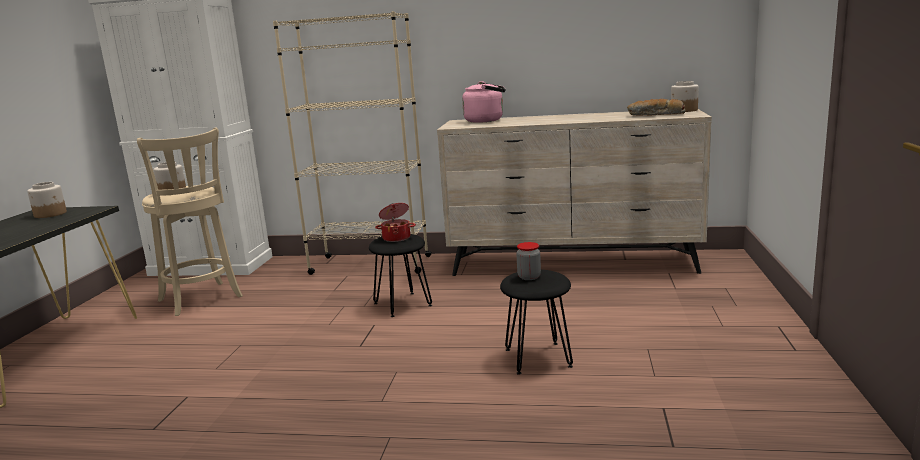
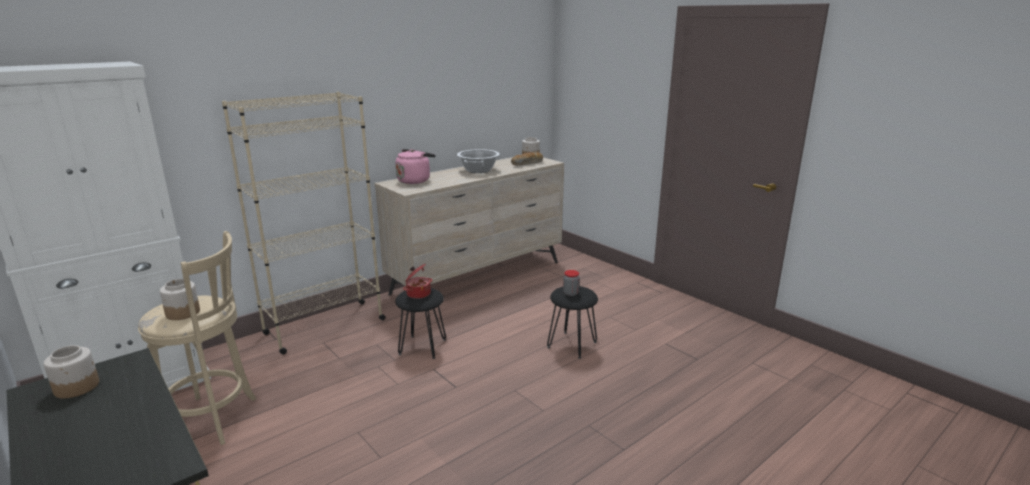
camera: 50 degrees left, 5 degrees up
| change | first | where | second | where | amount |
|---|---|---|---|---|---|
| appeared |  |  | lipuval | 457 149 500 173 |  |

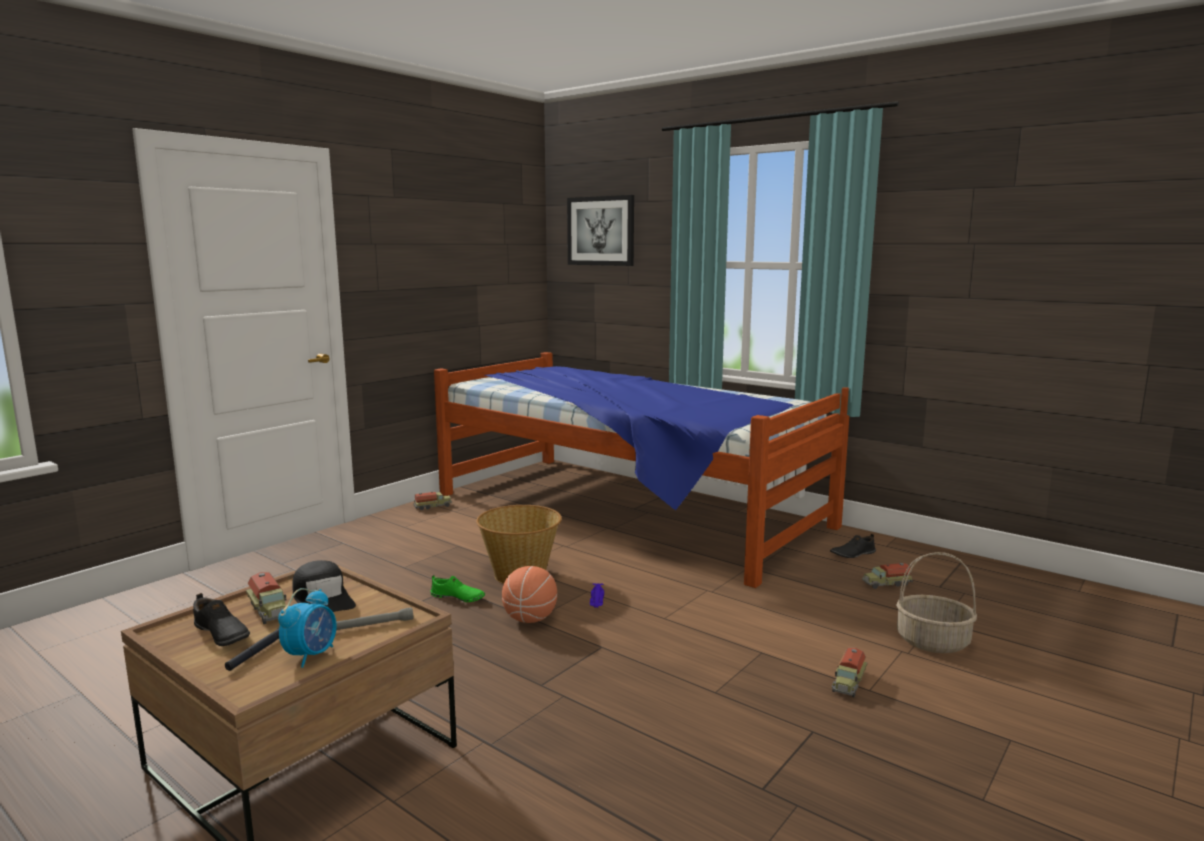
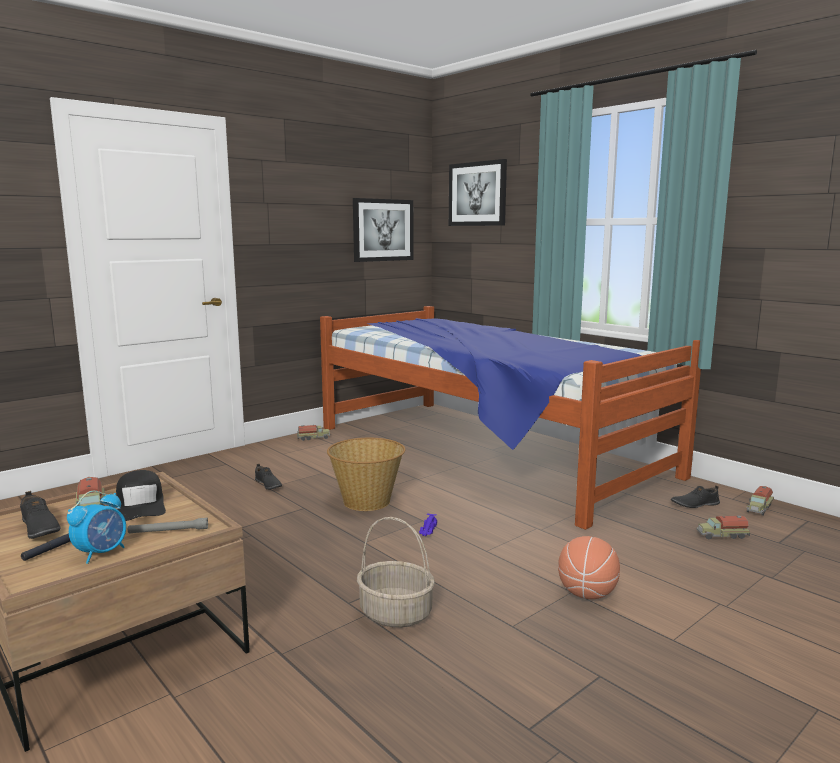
camera: 10 degrees right, 0 degrees up
| change | first | where | second | where | amount |
|---|---|---|---|---|---|
| missing | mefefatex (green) | 431 575 485 602 |  |  |  |
| relocated | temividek | 502 566 557 623 |  | 558 536 620 599 |  |
| relocated | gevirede | 832 648 867 697 |  | 746 486 774 516 |  |
| relocated | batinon | 896 552 977 653 |  | 357 517 435 628 |  |
| appeared |  |  | mefefatex (black) | 255 464 282 490 |  |
| appeared |  |  | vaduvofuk | 353 198 414 262 |  |

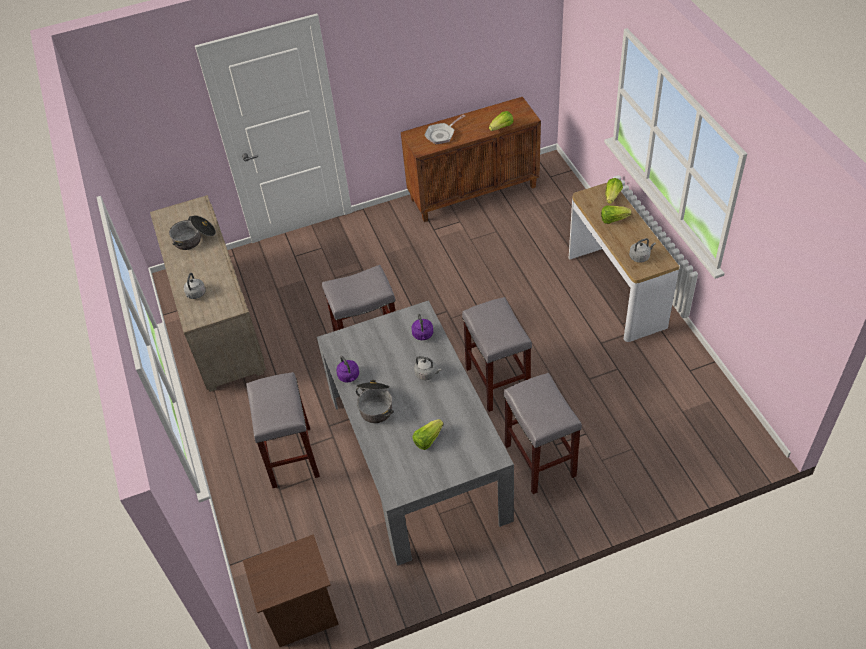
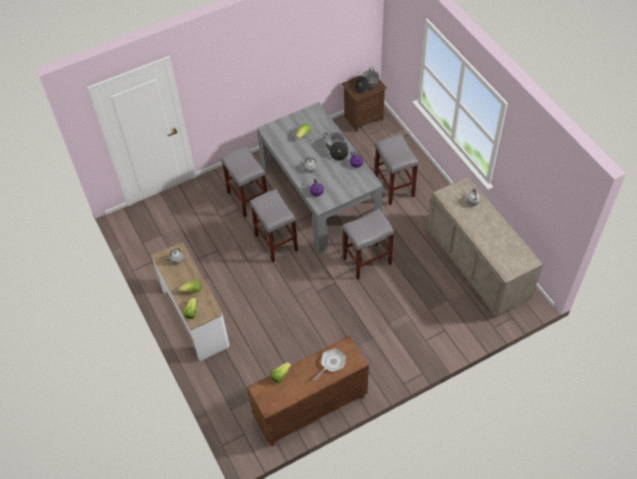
camera: 170 degrees right, 5 degrees up
| change | first | where | second | where | amount |
|---|---|---|---|---|---|
| relocated | lipuval | 169 216 216 250 |  | 355 67 380 94 |  |

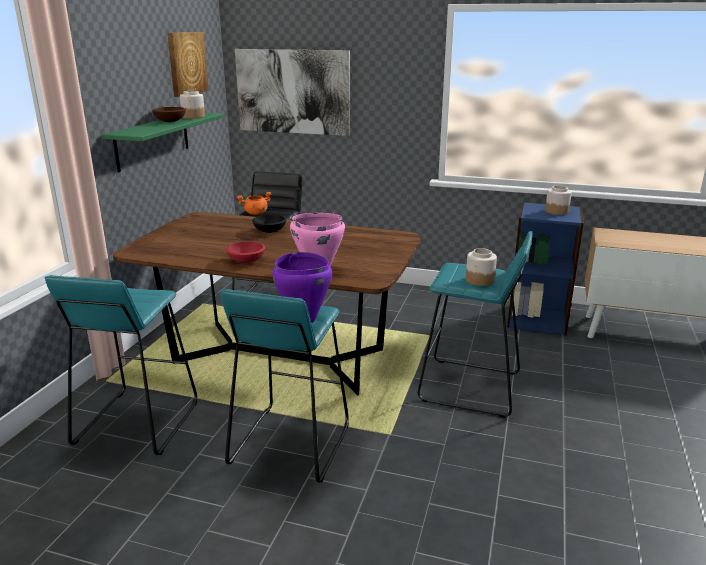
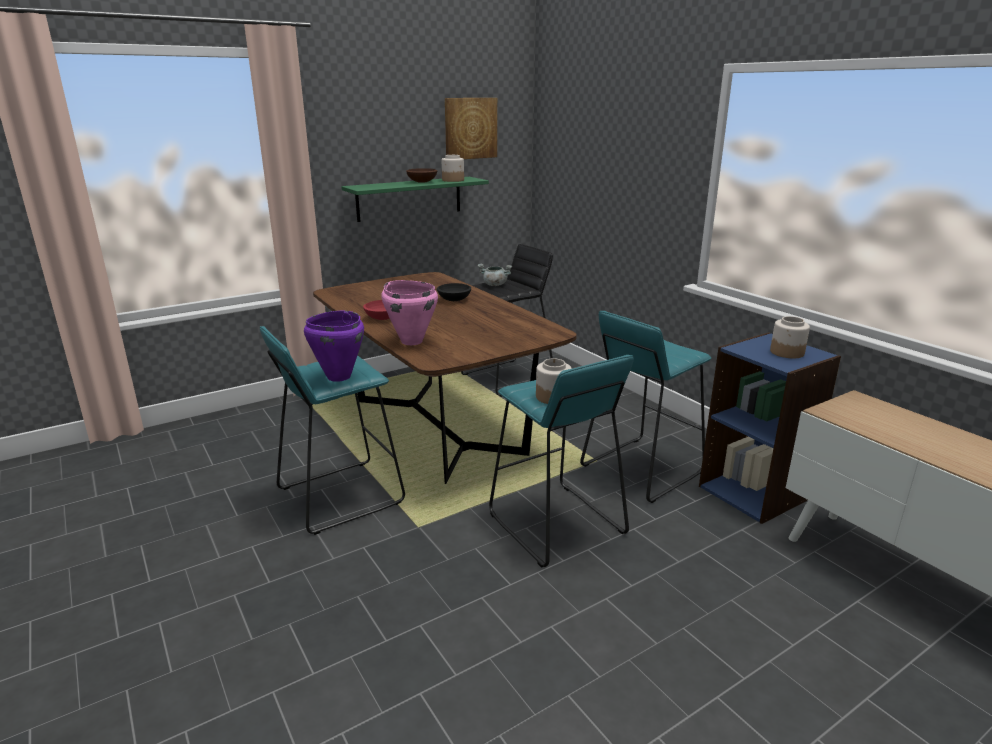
camera: 40 degrees right, 0 degrees up
| change | first | where | second | where | amount |
|---|---|---|---|---|---|
| relocated | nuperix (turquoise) | 45 275 197 455 |  | 580 311 711 503 |  |
| missing | vaduvofuk | 235 49 350 136 |  |  |  |
| colour | lipuval (orange) | 236 192 272 215 | lipuval (grey) | 477 264 512 286 |  |

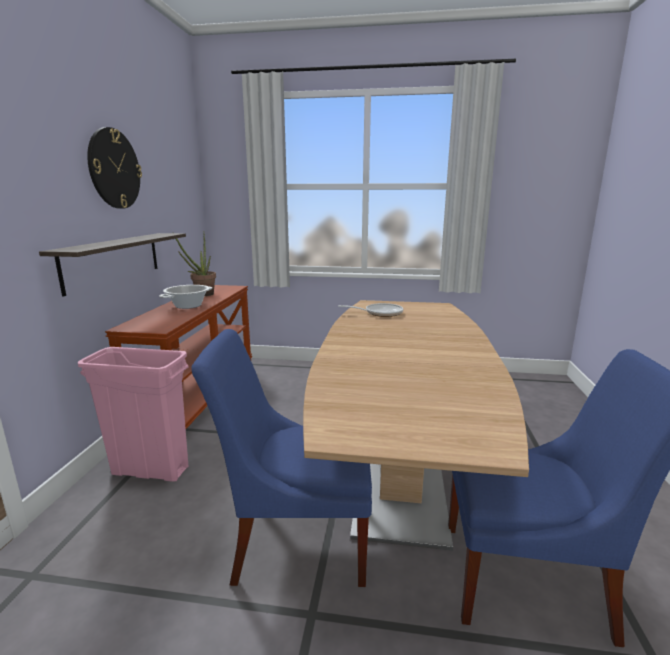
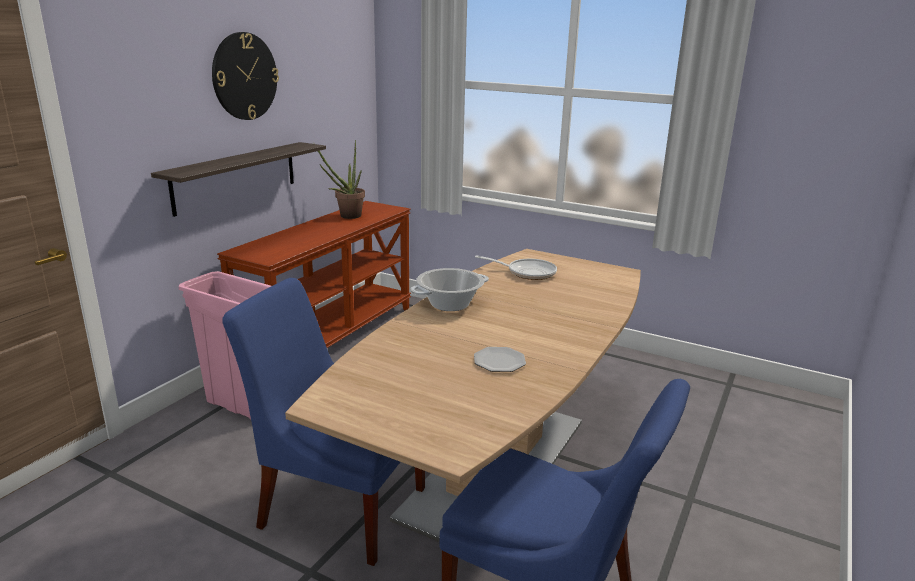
camera: 20 degrees right, 5 degrees up
| change | first | where | second | where | amount |
|---|---|---|---|---|---|
| relocated | lipuval | 159 285 212 309 |  | 410 268 489 311 |  |
| appeared |  |  | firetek | 474 347 526 372 |  |

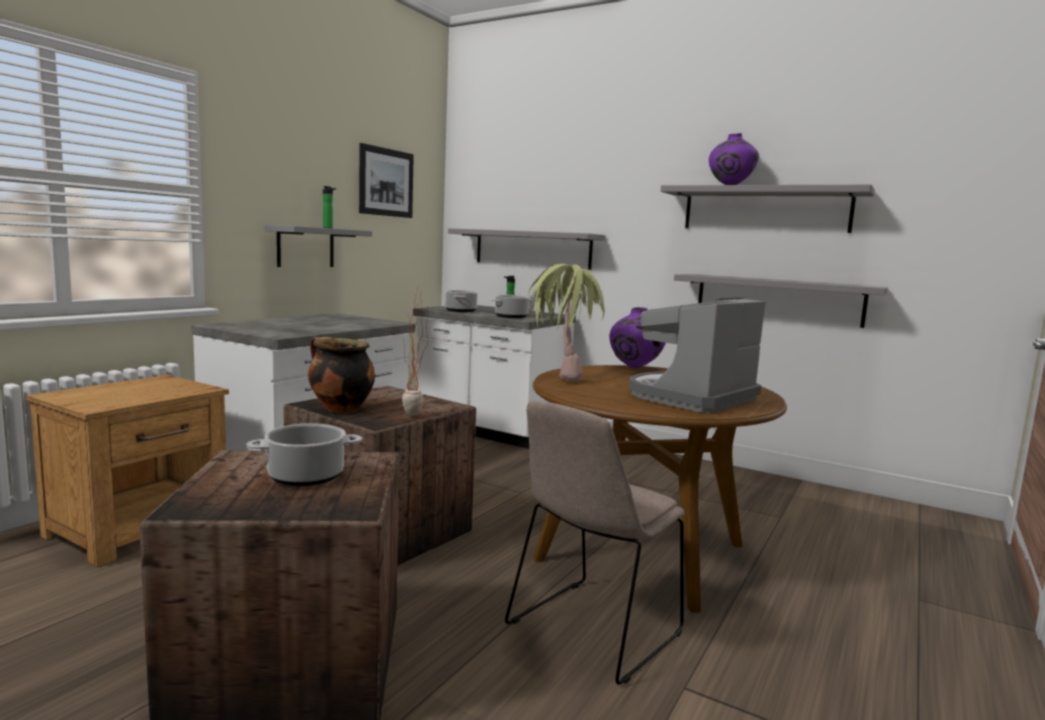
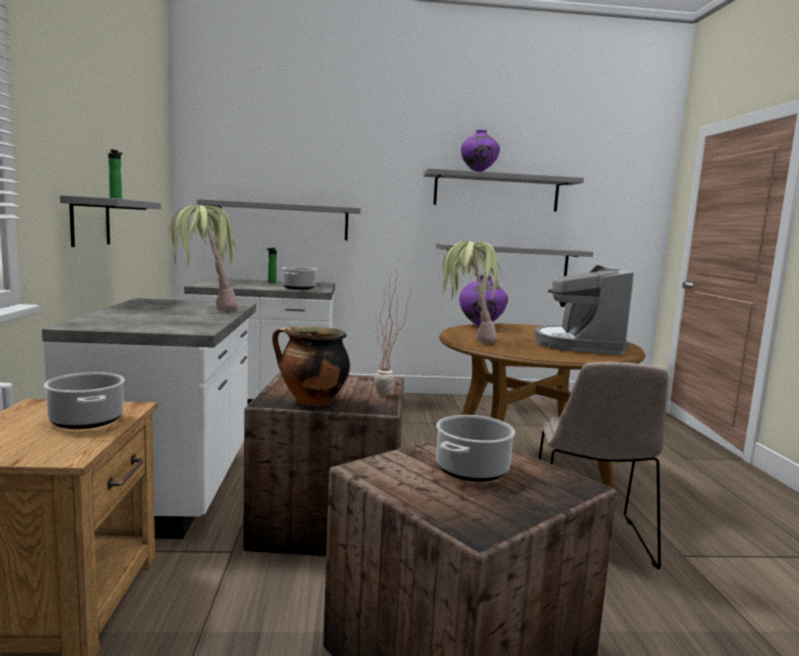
camera: 35 degrees left, 0 degrees up
| change | first | where | second | where | amount |
|---|---|---|---|---|---|
| missing | vaduvofuk | 359 143 414 218 |  |  |  |
| relocated | lipuval | 445 290 478 312 |  | 44 372 125 429 |  |
| appeared |  |  | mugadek | 168 205 238 311 |  |

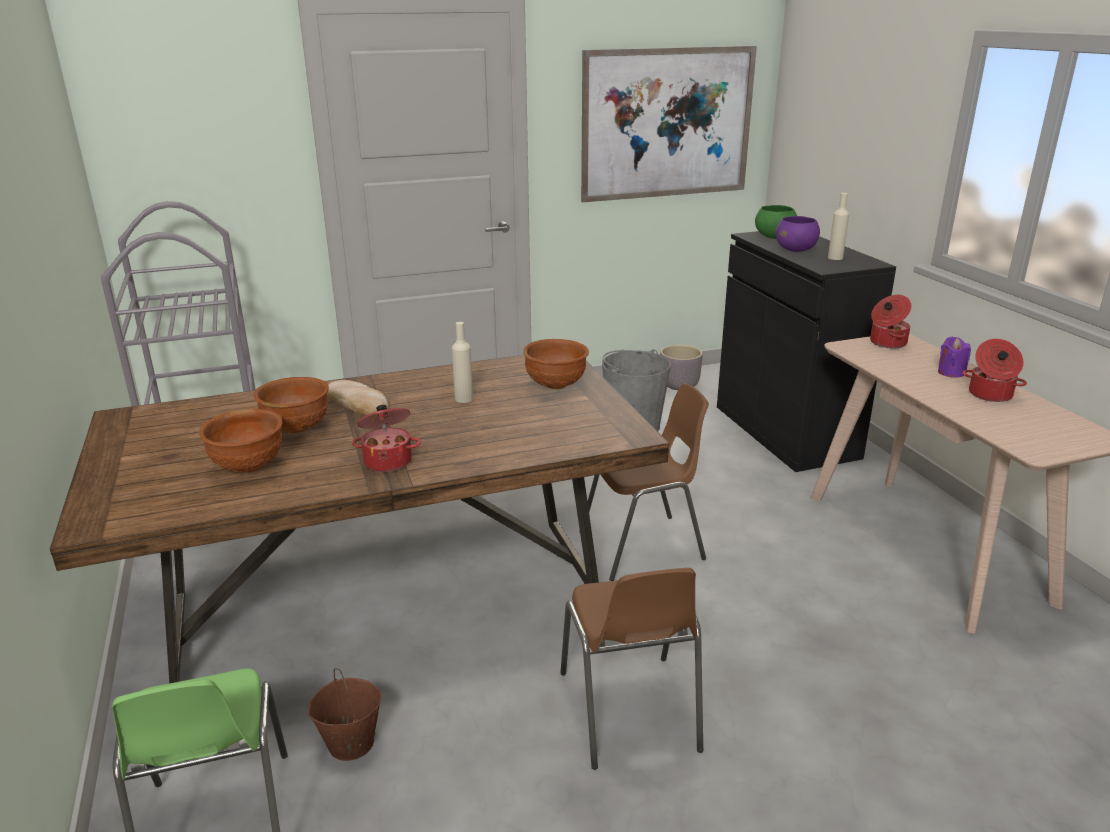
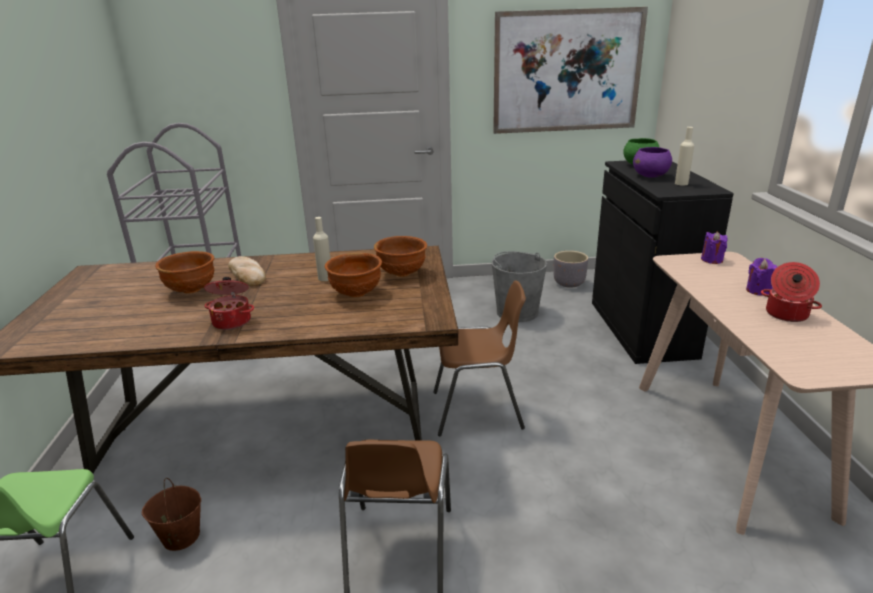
camera: 15 degrees right, 0 degrees up
| change | first | where | second | where | amount |
|---|---|---|---|---|---|
| relocated | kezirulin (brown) | 199 409 283 473 |  | 325 253 382 297 |  |
| exchanged | lipuval | 870 295 911 349 | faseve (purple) | 701 232 728 264 |  |

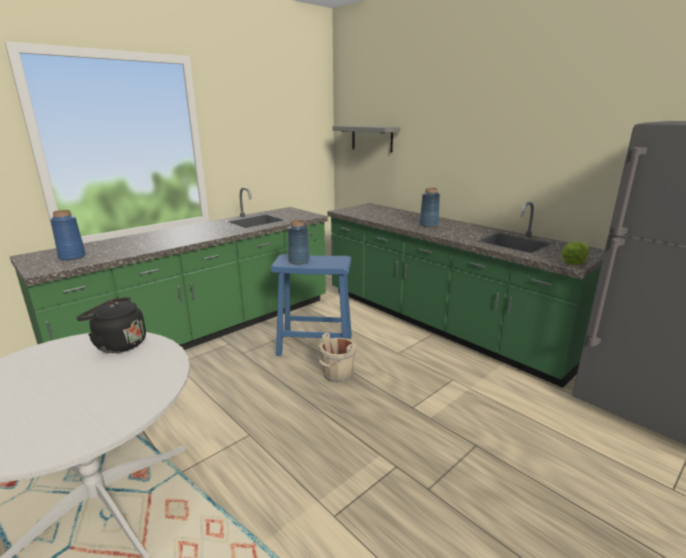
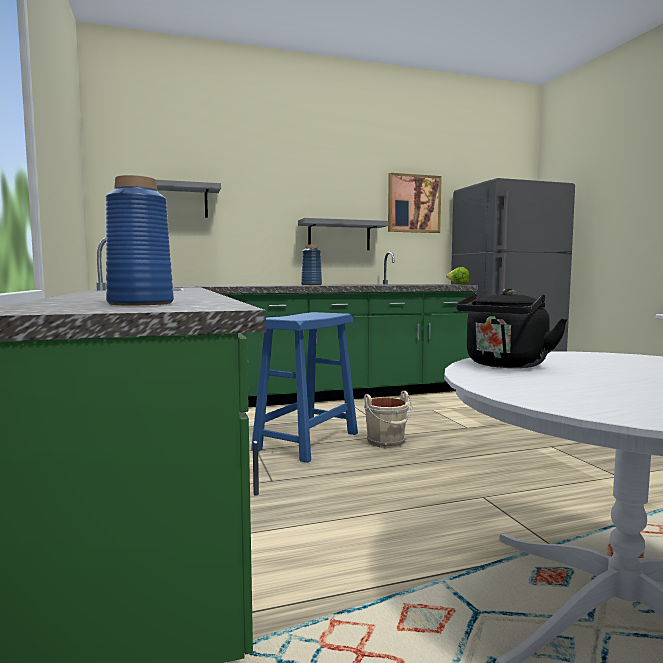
camera: 65 degrees left, 15 degrees down
| change | first | where | second | where | amount |
|---|---|---|---|---|---|
| missing | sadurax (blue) | 288 220 310 264 |  |  |  |
| appeared |  |  | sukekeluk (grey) | 298 218 389 250 |  |
| appeared |  |  | vaduvofuk | 388 173 442 233 |  |

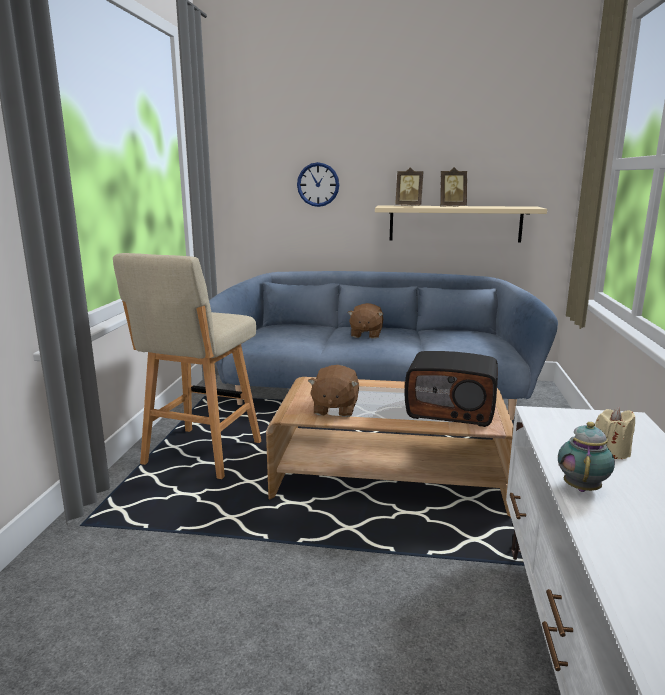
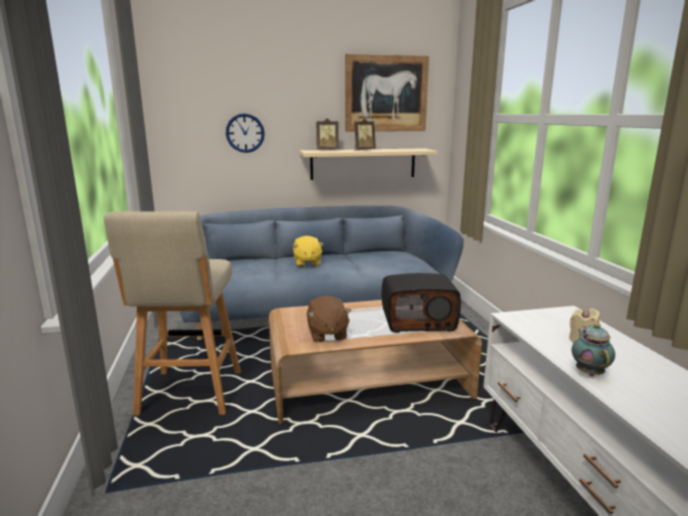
camera: 20 degrees left, 0 degrees up
| change | first | where | second | where | amount |
|---|---|---|---|---|---|
| colour | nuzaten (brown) | 348 303 383 339 | nuzaten (yellow) | 293 236 324 267 |  |
| appeared |  |  | vaduvofuk | 345 54 429 132 |  |

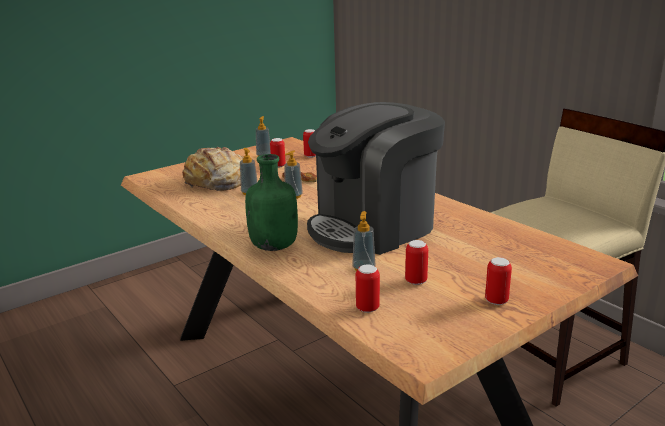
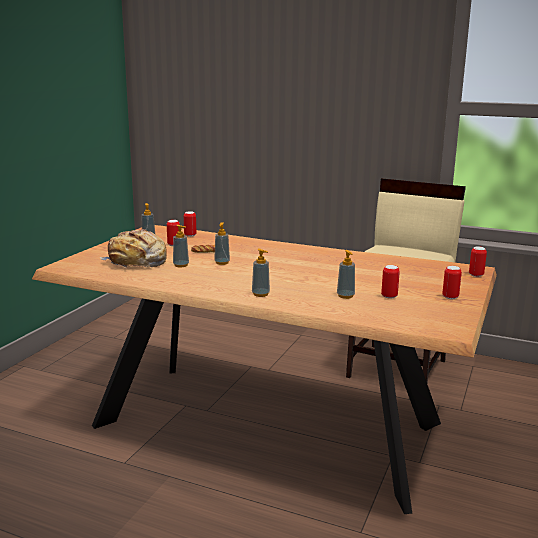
camera: 30 degrees left, 5 degrees down
| change | first | where | second | where | amount |
|---|---|---|---|---|---|
| exchanged | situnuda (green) | 245 154 298 251 | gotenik | 252 249 270 297 |  |
| missing | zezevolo | 307 102 445 255 |  |  |  |
| relocated | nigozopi | 356 265 380 313 |  | 469 246 487 277 |  |

